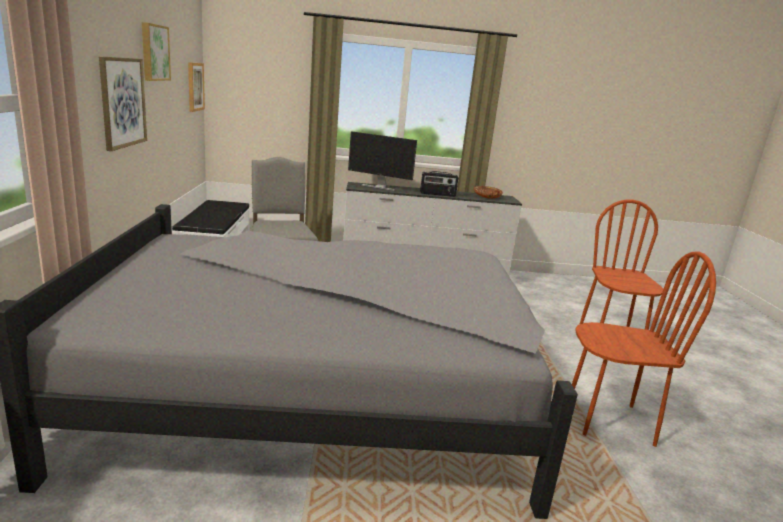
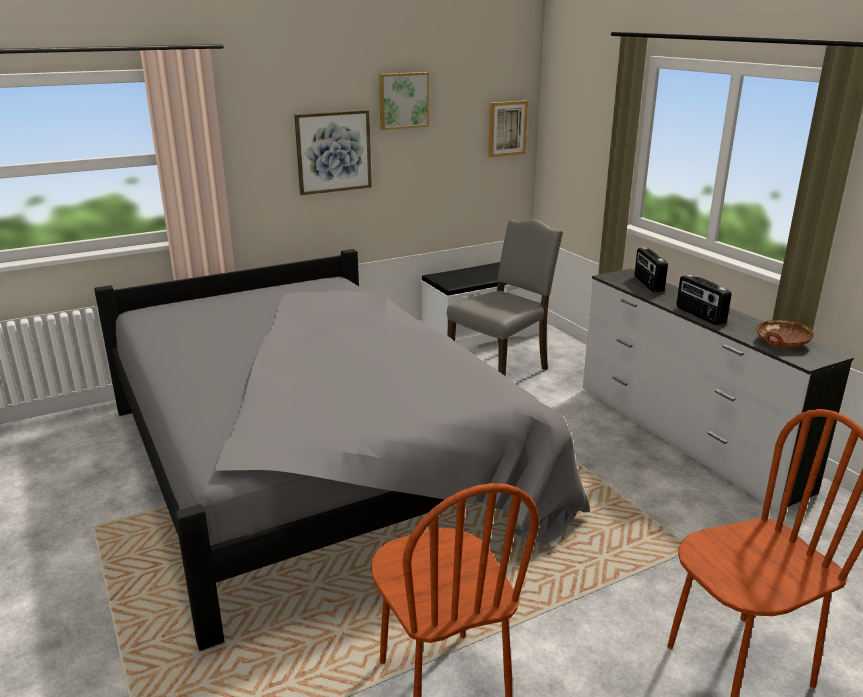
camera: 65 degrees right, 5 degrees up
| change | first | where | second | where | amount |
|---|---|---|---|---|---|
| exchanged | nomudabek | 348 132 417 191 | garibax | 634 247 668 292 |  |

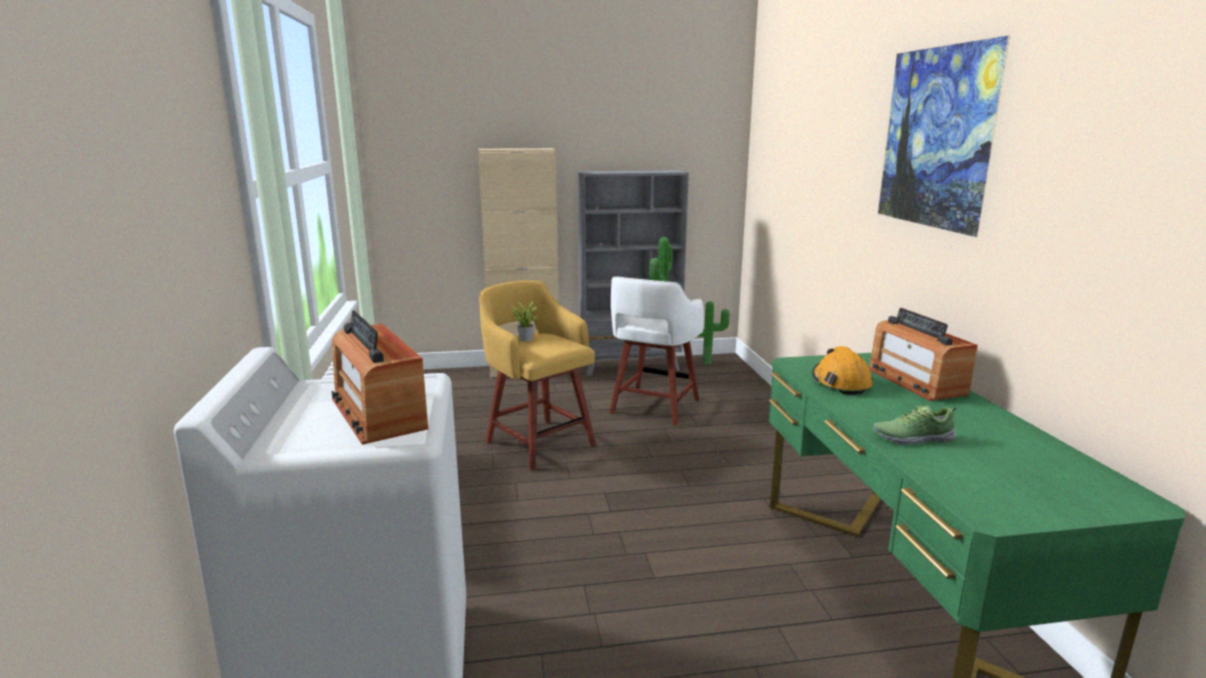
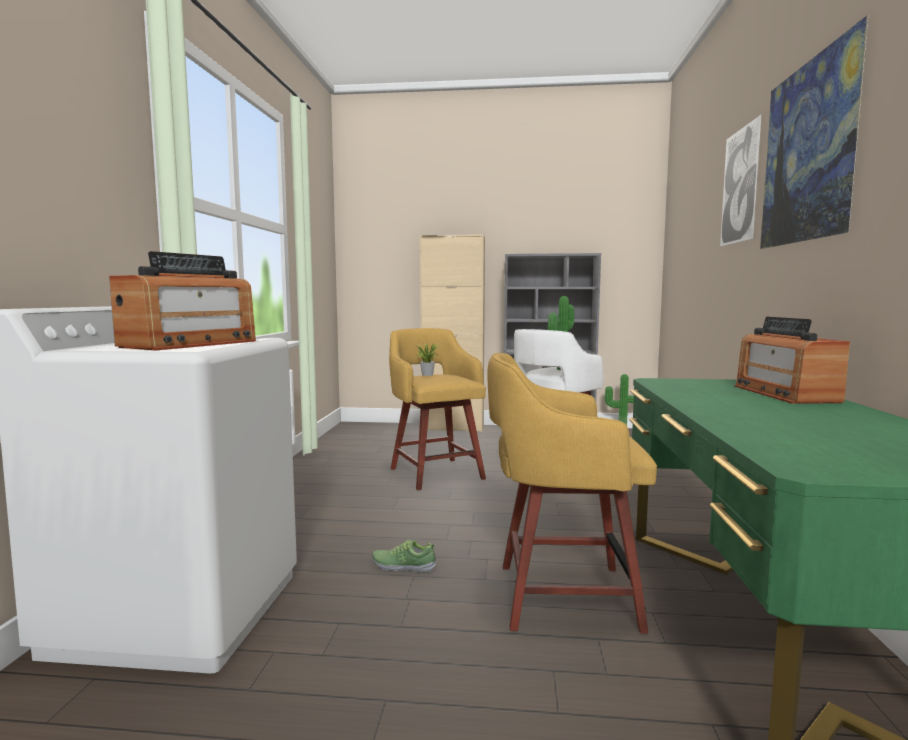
camera: 15 degrees right, 10 degrees down
| change | first | where | second | where | amount |
|---|---|---|---|---|---|
| spun | garibax | 332 311 428 445 |  | 109 251 256 350 | 135 degrees counterclockwise |
| missing | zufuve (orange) | 812 346 873 395 |  |  |  |
| relocated | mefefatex | 873 405 957 445 |  | 372 539 436 573 |  |
| appeared |  |  | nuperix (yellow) | 487 353 657 634 |  |
| appeared |  |  | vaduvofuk | 720 115 761 246 |  |

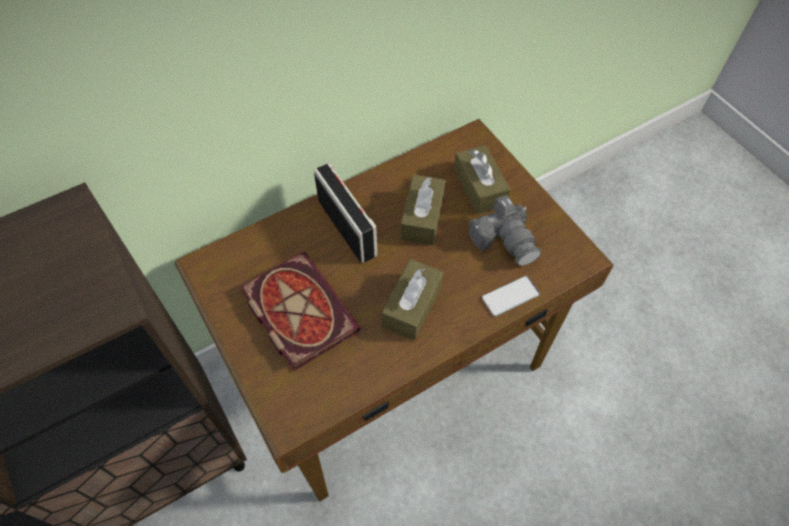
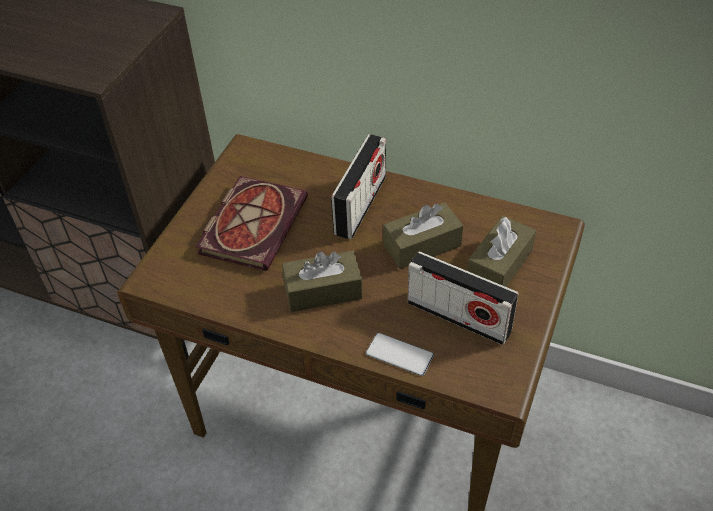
camera: 55 degrees right, 10 degrees down
| change | first | where | second | where | amount |
|---|---|---|---|---|---|
| exchanged | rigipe | 469 195 541 266 | garibax | 408 251 519 345 |  |

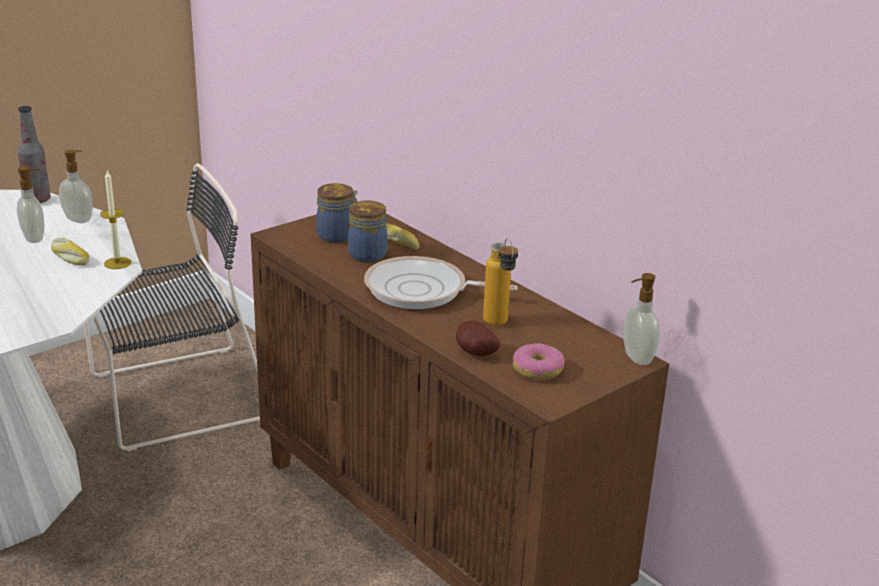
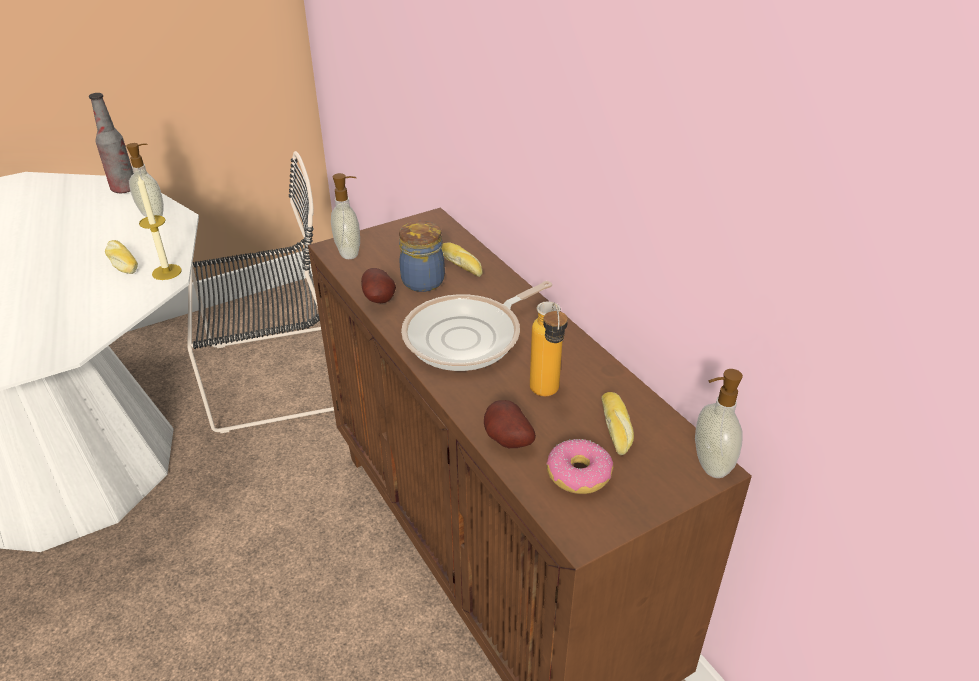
camera: 10 degrees right, 10 degrees up
| change | first | where | second | where | amount |
|---|---|---|---|---|---|
| relocated | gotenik | 17 166 45 243 |  | 331 173 360 259 |  |
| missing | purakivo | 317 183 358 243 |  |  |  |
| spun | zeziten | 364 256 518 309 |  | 401 281 552 371 | 60 degrees counterclockwise |
| appeared |  |  | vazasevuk | 361 268 396 303 |  |
| appeared |  |  | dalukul | 601 392 634 455 |  |

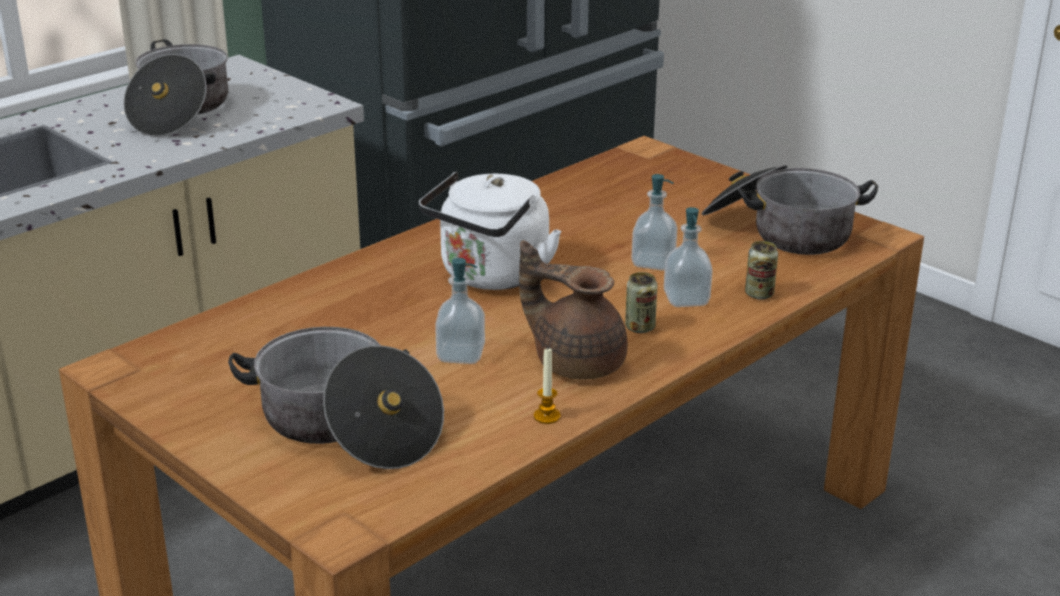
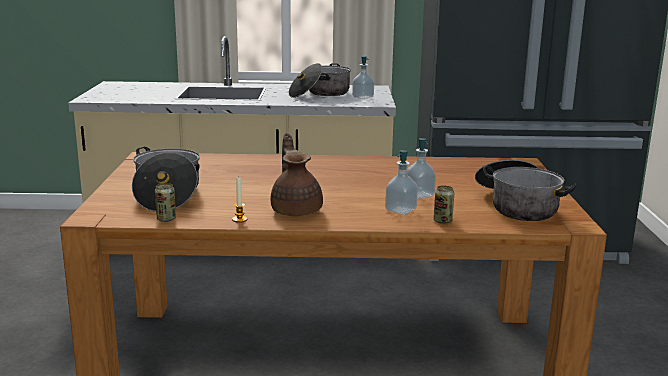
camera: 45 degrees right, 10 degrees down
| change | first | where | second | where | amount |
|---|---|---|---|---|---|
| missing | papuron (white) | 419 172 562 290 |  |  |  |
| relocated | gotenik | 435 258 485 364 |  | 352 56 374 99 |  |
| relocated | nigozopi | 625 272 657 333 |  | 155 183 176 222 |  |

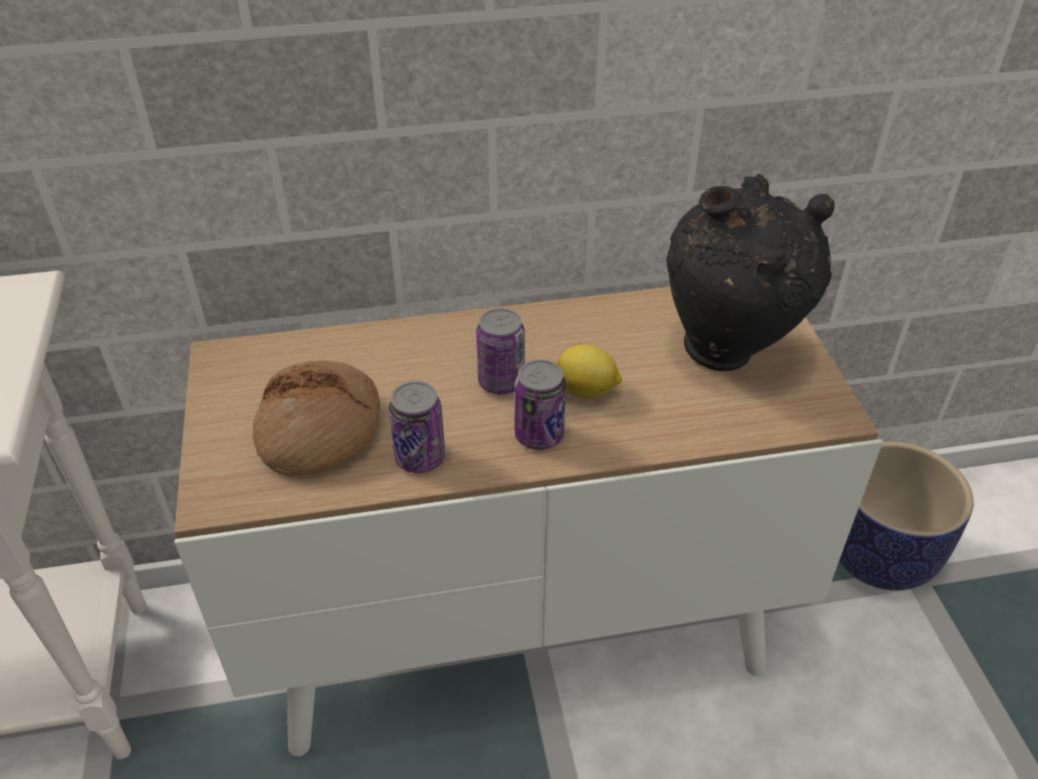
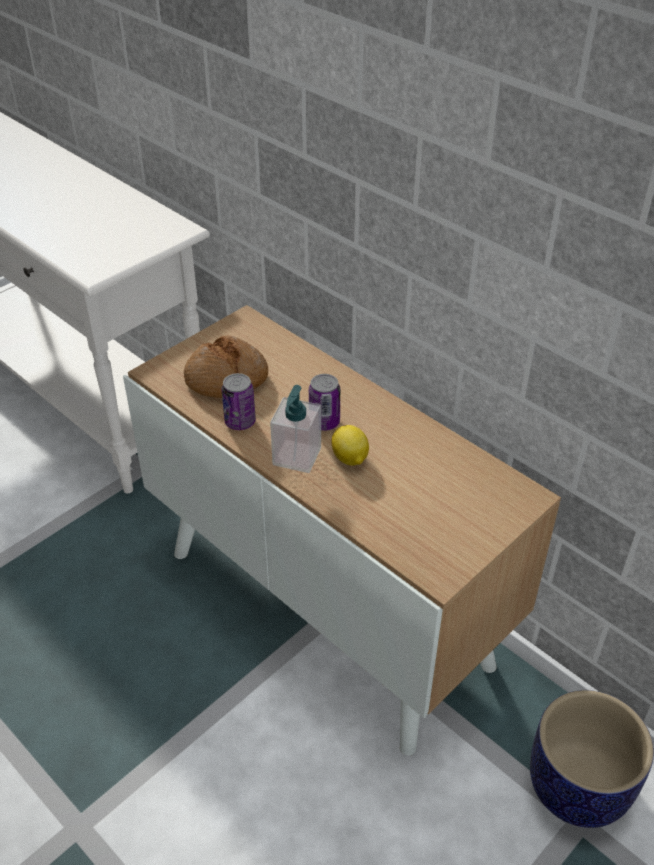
camera: 55 degrees right, 0 degrees up
| change | first | where | second | where | amount |
|---|---|---|---|---|---|
| exchanged | nigozopi | 515 359 566 450 | gotenik | 270 385 321 473 |  |
| missing | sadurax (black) | 666 173 835 371 |  |  |  |

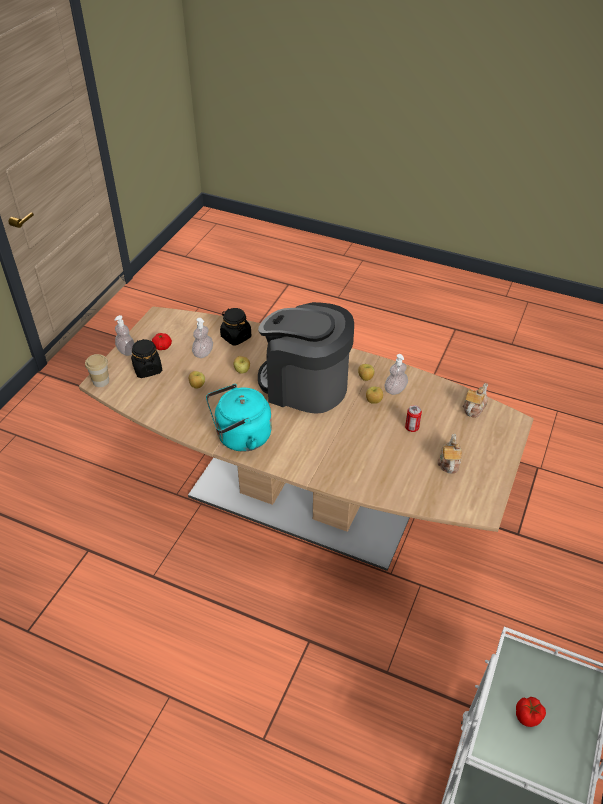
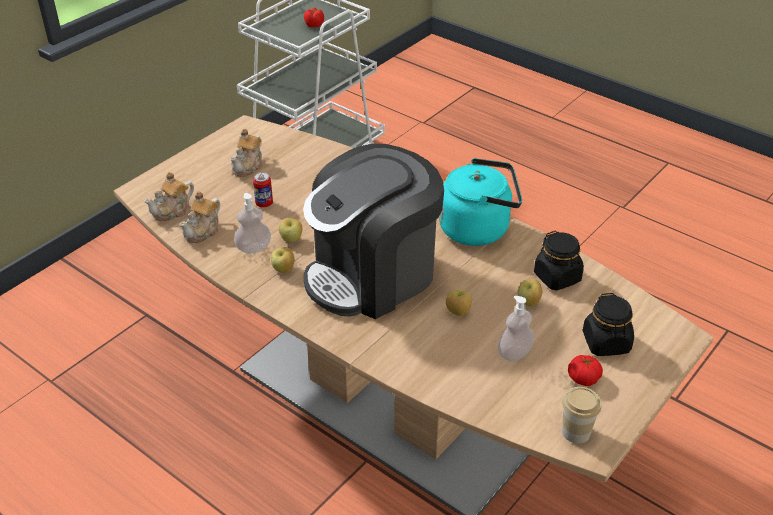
camera: 165 degrees left, 5 degrees down
| change | first | where | second | where | amount |
|---|---|---|---|---|---|
| relocated | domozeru | 85 354 109 387 |  | 562 387 602 443 |  |
| missing | gotenik | 114 315 134 356 |  |  |  |
| relocated | purakivo (black) | 220 308 251 345 |  | 534 231 584 291 |  |
| spun | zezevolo | 258 302 354 414 |  | 303 144 444 319 | 105 degrees clockwise |
| appeared |  |  | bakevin | 179 192 220 243 |  |

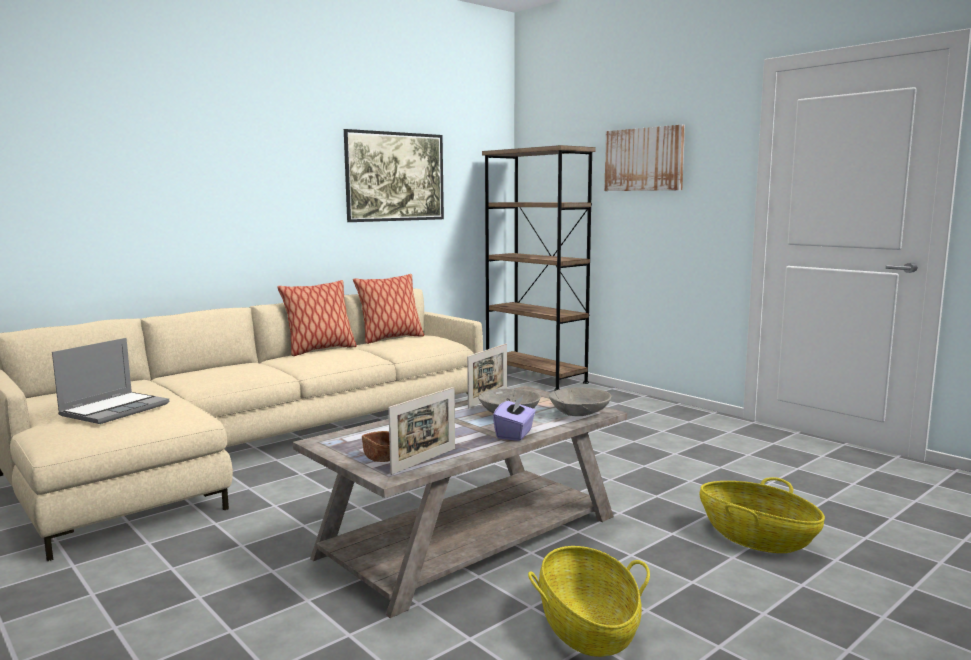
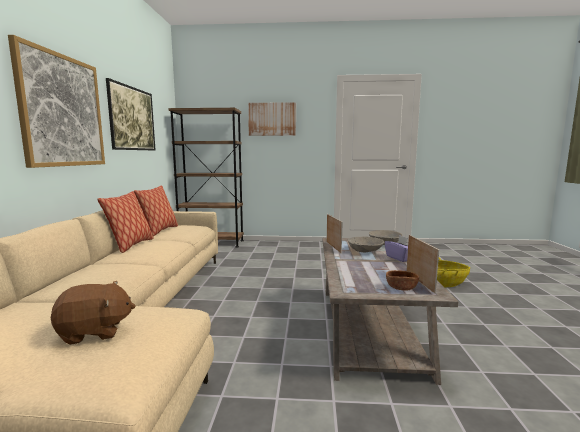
camera: 45 degrees left, 0 degrees up
| change | first | where | second | where | amount |
|---|---|---|---|---|---|
| exchanged | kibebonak | 52 338 169 424 | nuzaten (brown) | 51 281 135 345 |  |
| missing | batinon | 528 546 650 657 |  |  |  |
| appeared |  |  | vaduvofuk | 8 35 105 168 |  |

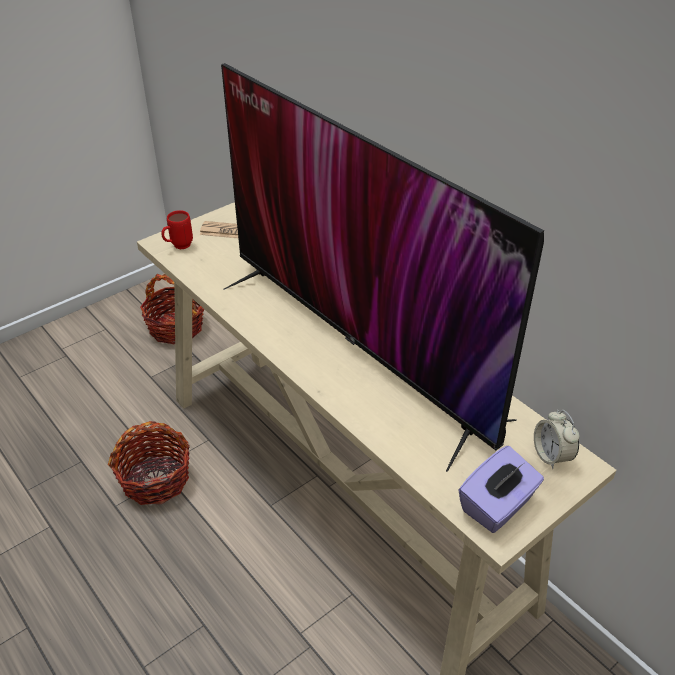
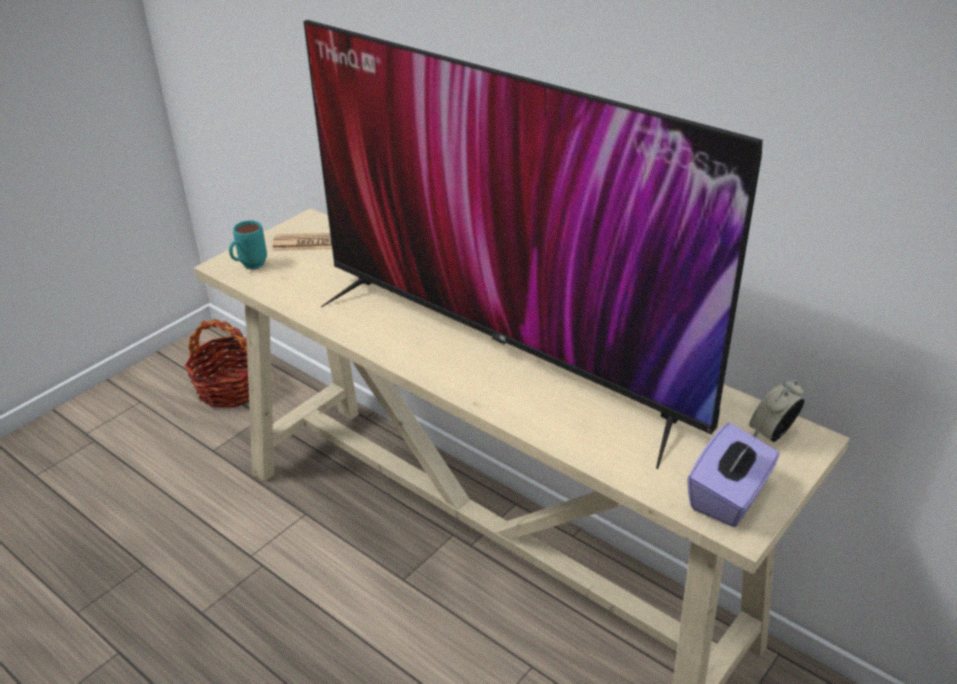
camera: 10 degrees left, 5 degrees down
| change | first | where | second | where | amount |
|---|---|---|---|---|---|
| missing | batinon | 108 421 190 505 |  |  |  |
| colour | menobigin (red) | 161 210 193 249 | menobigin (turquoise) | 229 220 267 269 |  |
| spun | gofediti | 534 410 579 469 |  | 749 380 804 442 | 75 degrees clockwise |

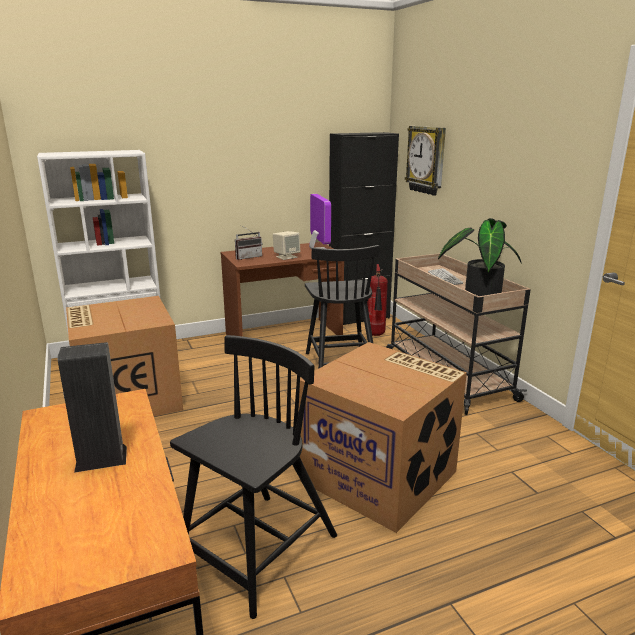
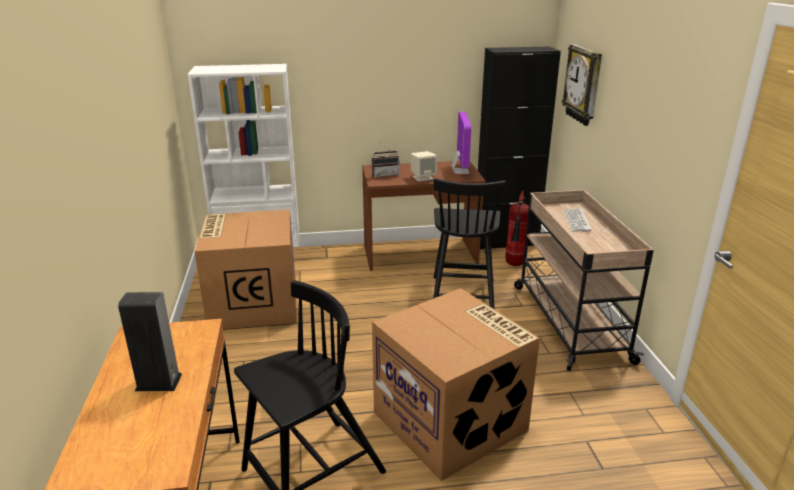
camera: 15 degrees right, 5 degrees up
| change | first | where | second | where | amount |
|---|---|---|---|---|---|
| missing | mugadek | 438 218 522 296 |  |  |  |

